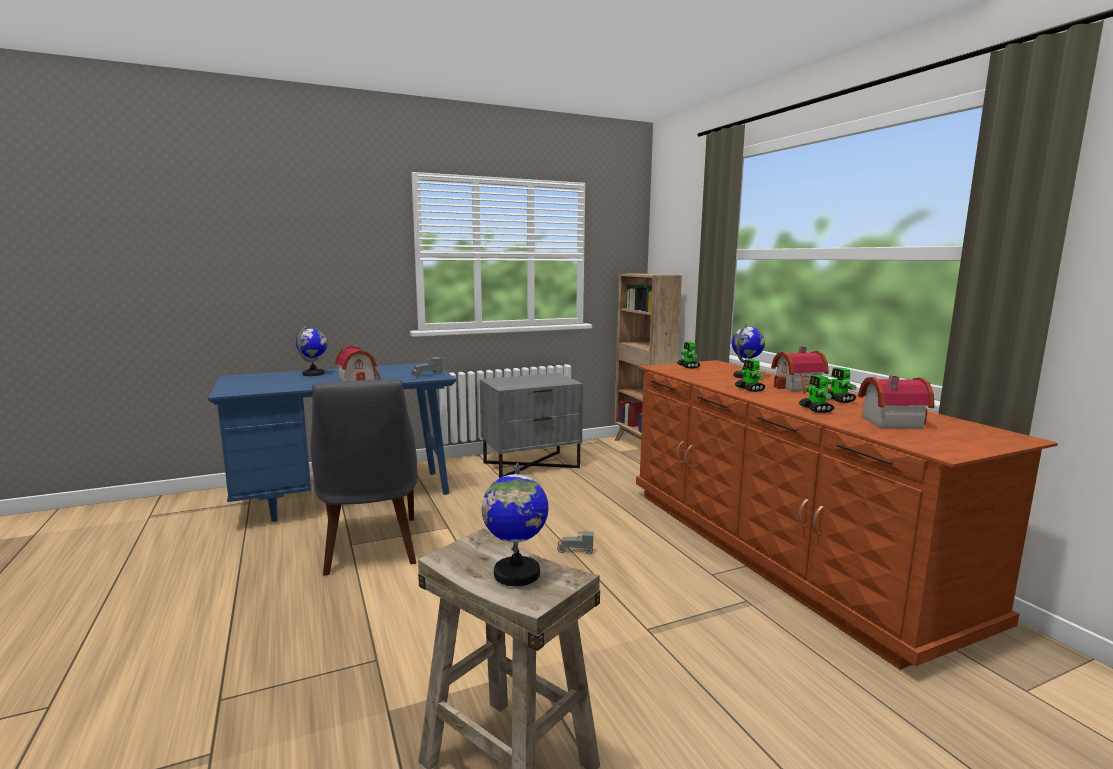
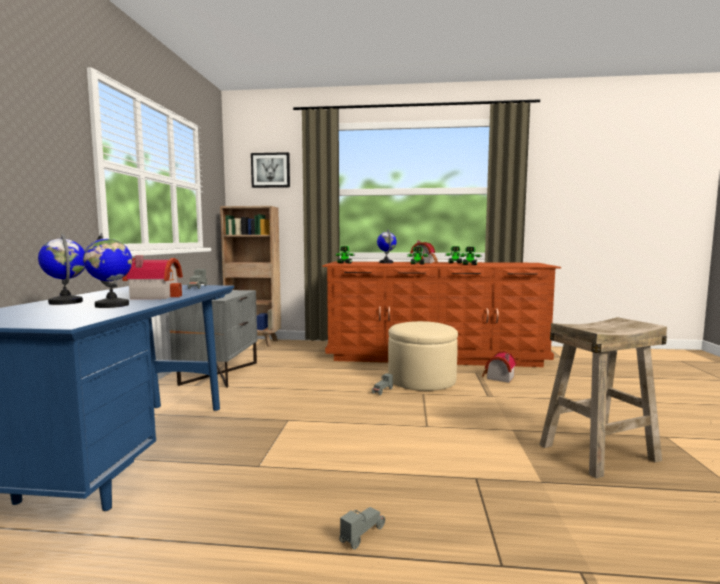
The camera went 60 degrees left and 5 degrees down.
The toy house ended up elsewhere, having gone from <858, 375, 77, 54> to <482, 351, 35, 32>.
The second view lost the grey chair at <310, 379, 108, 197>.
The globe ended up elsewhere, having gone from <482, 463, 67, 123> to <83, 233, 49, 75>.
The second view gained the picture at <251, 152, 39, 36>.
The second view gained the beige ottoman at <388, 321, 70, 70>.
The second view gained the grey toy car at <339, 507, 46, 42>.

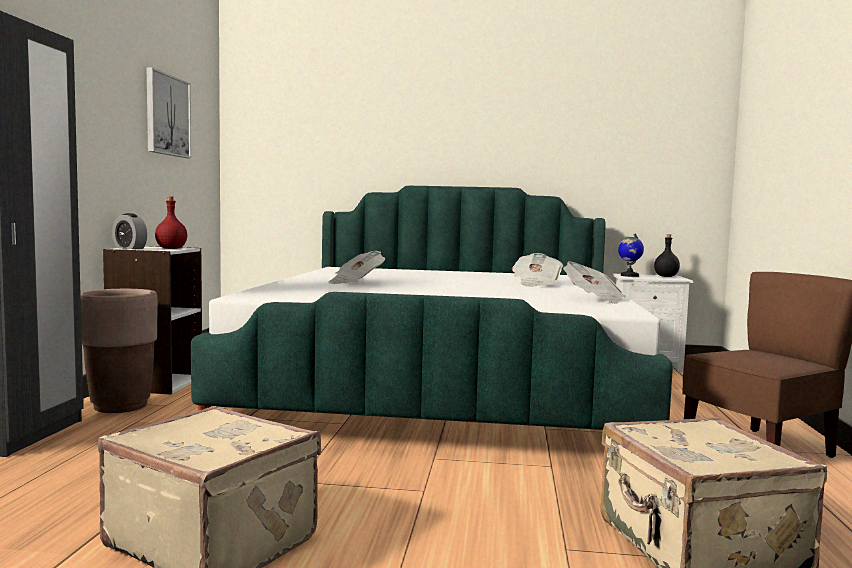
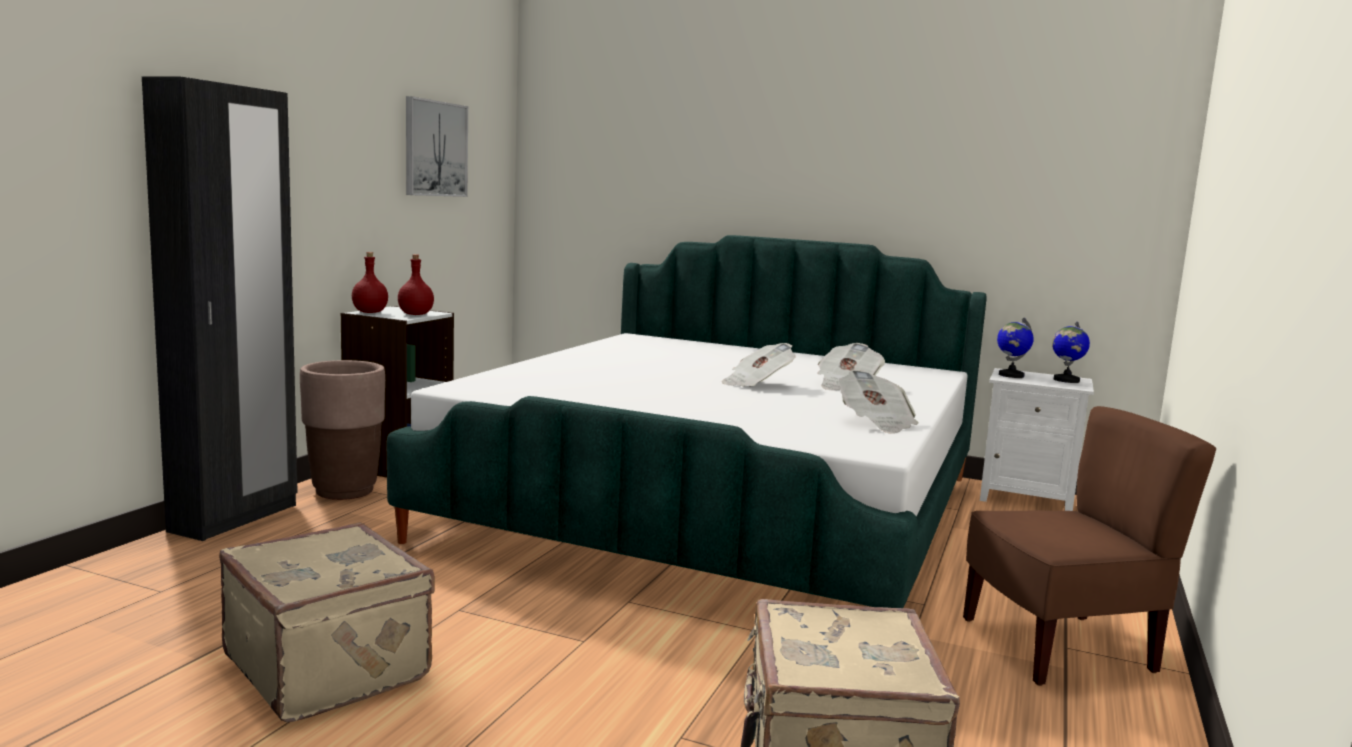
The camera went 15 degrees right and 5 degrees up.
Where the alarm clock stood at <112, 213, 35, 36>, the red bottle came to stand at <352, 252, 36, 61>.
Where the black bottle stood at <654, 234, 26, 43>, the globe came to stand at <1052, 321, 38, 62>.
The newspaper ended up elsewhere, having gone from <328, 251, 57, 33> to <722, 343, 73, 44>.

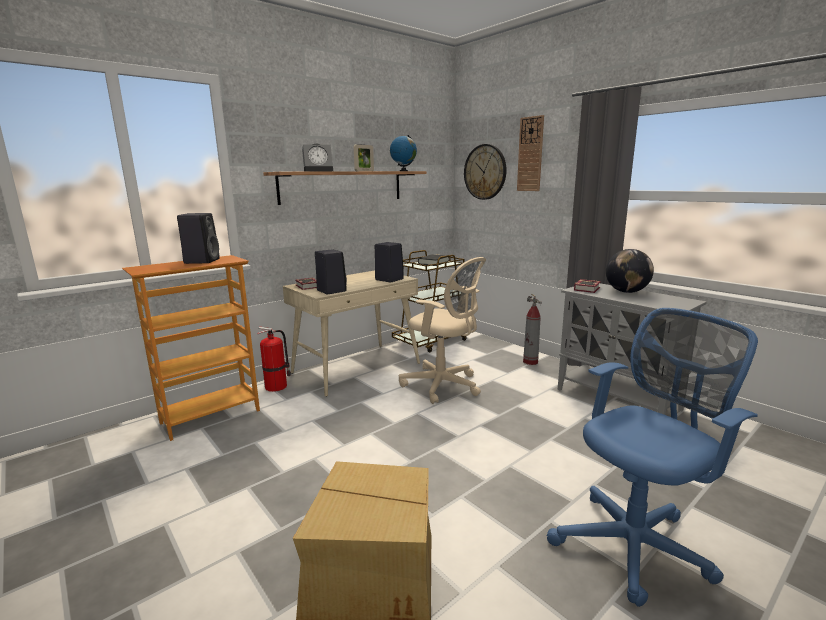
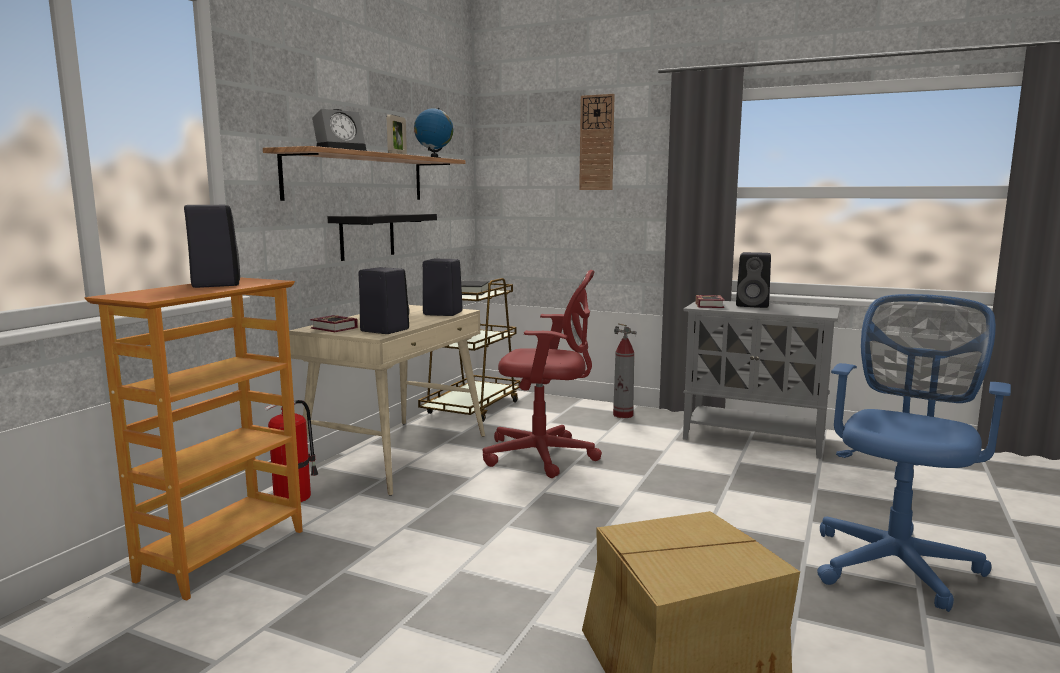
The camera went 25 degrees left and 5 degrees down.
The second view lost the wall clock at <464, 144, 43, 56>.
Where the globe stood at <606, 249, 48, 44>, the black speaker came to stand at <736, 252, 35, 56>.
What was the beige office chair at <399, 257, 87, 147> turned into the red office chair at <483, 270, 119, 208>.
The second view gained the black shelf at <328, 213, 109, 48>.

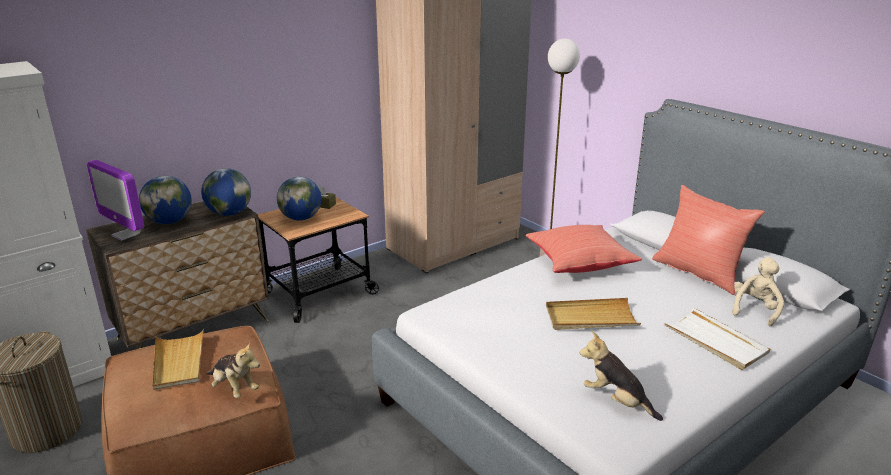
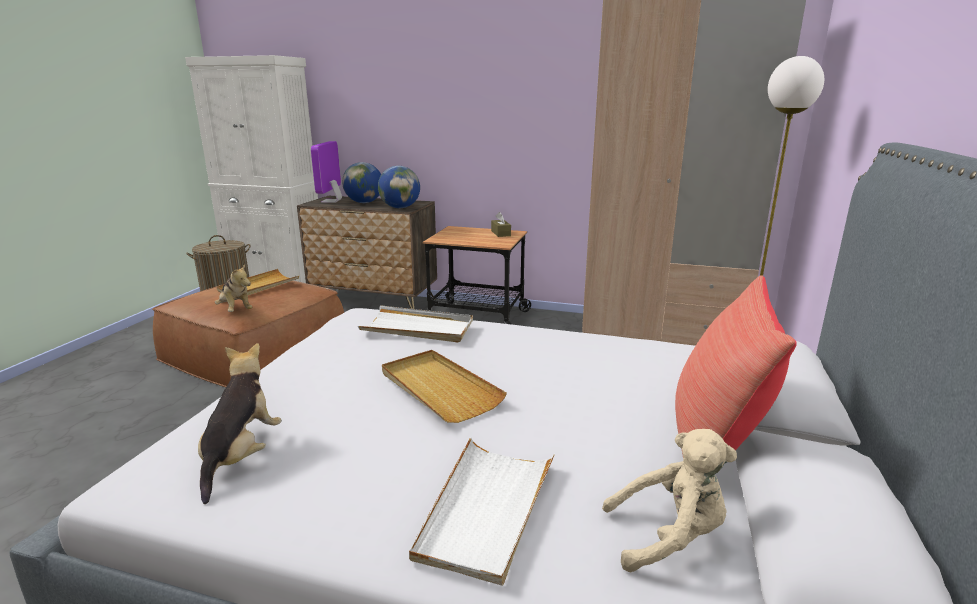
The camera went 55 degrees right and 5 degrees down.
The second view lost the globe at <277, 177, 45, 44>.
The second view lost the red pillow at <526, 225, 116, 48>.
The plush toy at <207, 342, 53, 56> ended up facing another way, 45 degrees counterclockwise from before.
The second view gained the white tray at <358, 305, 115, 37>.

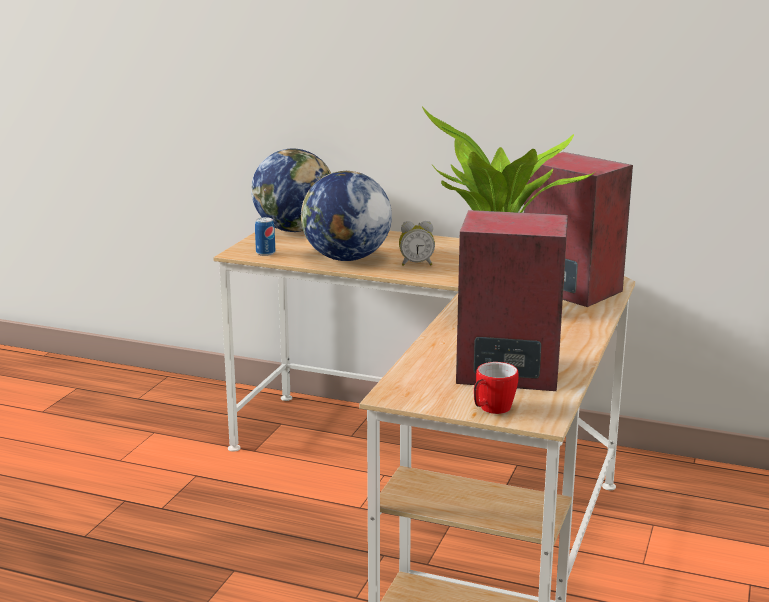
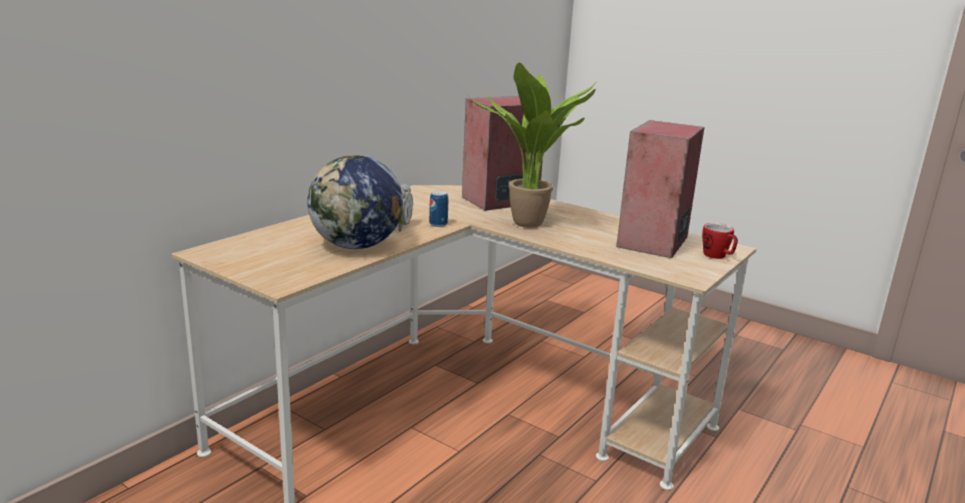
The camera went 75 degrees left and 0 degrees up.
The second view lost the globe at <251, 148, 80, 84>.
The can ended up elsewhere, having gone from <255, 217, 20, 39> to <429, 190, 19, 37>.

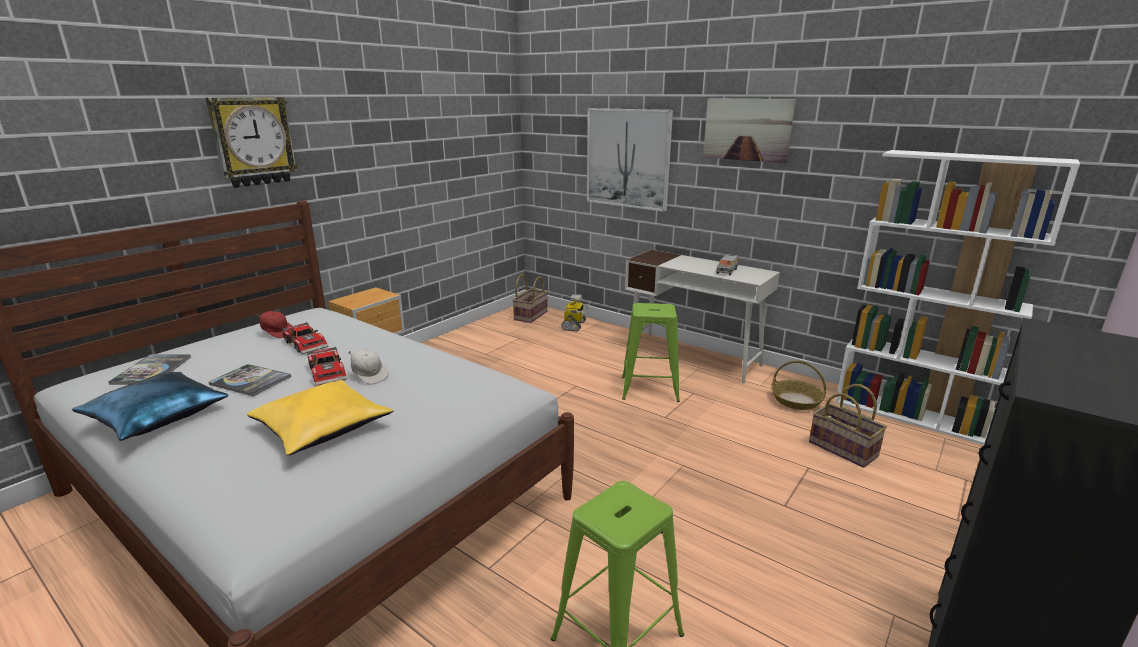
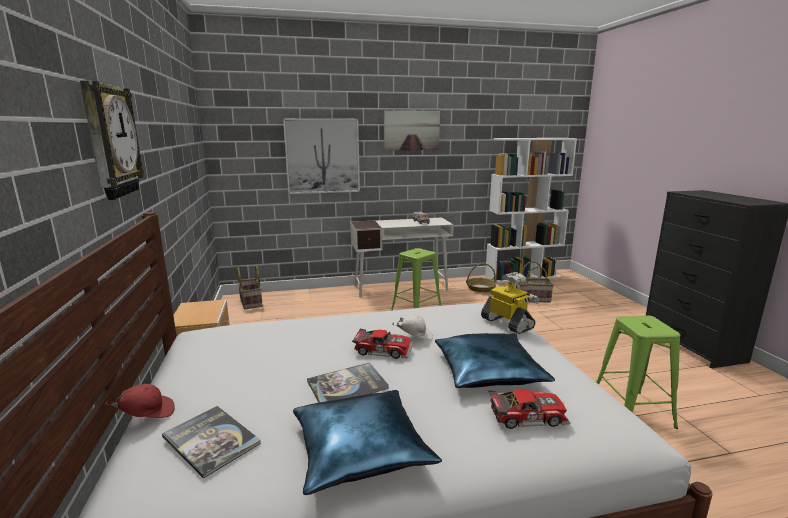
The camera went 50 degrees left and 5 degrees down.
The toy robot ended up elsewhere, having gone from <561, 294, 28, 37> to <481, 272, 58, 62>.
The red cap ended up elsewhere, having gone from <256, 311, 38, 27> to <104, 384, 71, 34>.
The toy car ended up elsewhere, having gone from <281, 322, 47, 32> to <488, 389, 82, 40>.
What was the yellow pillow at <247, 380, 147, 75> turned into the blue pillow at <435, 333, 120, 55>.

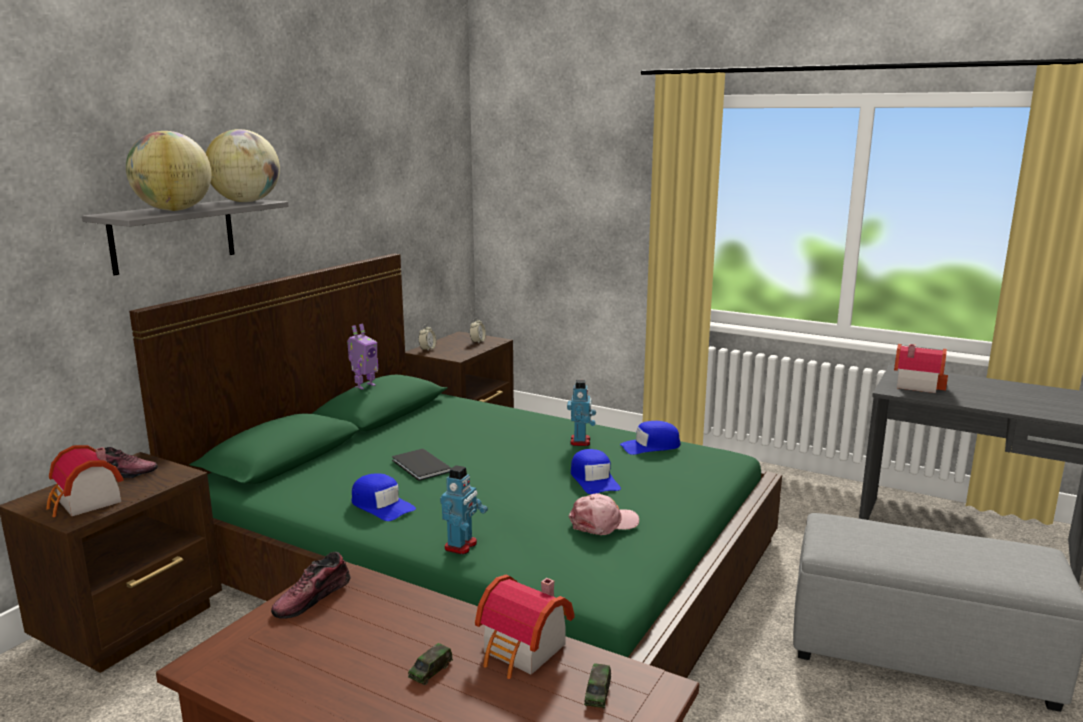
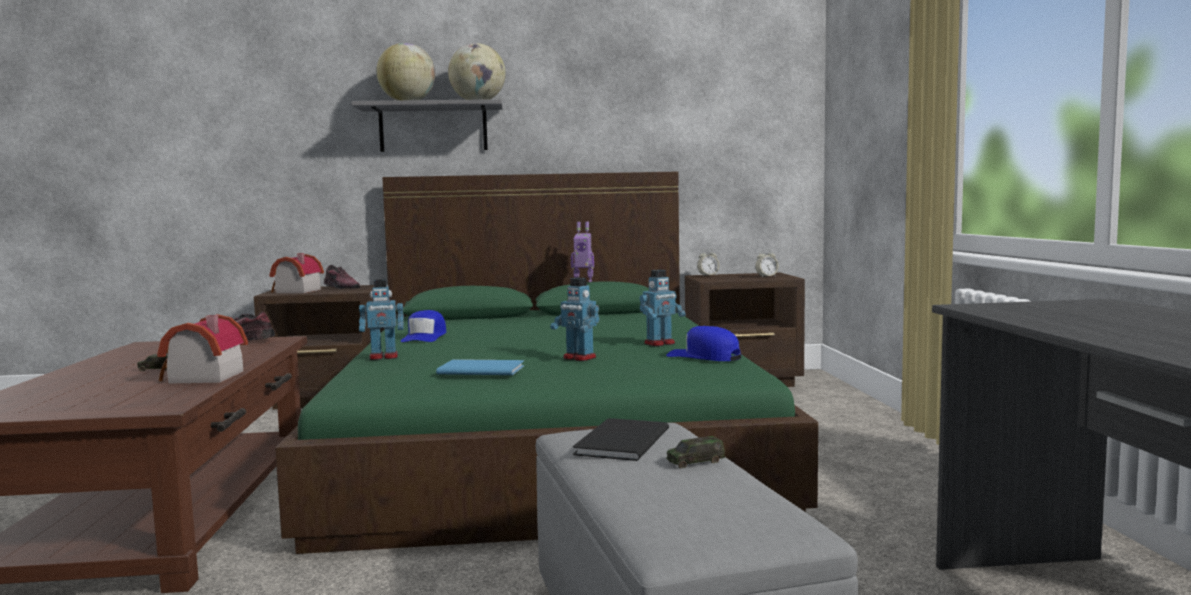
The camera went 55 degrees right and 10 degrees down.
The second view lost the toy house at <894, 344, 54, 49>.
The black book ended up elsewhere, having gone from <392, 449, 59, 32> to <573, 418, 96, 43>.
Where the blue cap stood at <571, 449, 50, 45>, the toy robot came to stand at <550, 277, 49, 84>.
Where the pink cap stood at <568, 493, 71, 42>, the blue book came to stand at <436, 359, 88, 16>.
The toy car ended up elsewhere, having gone from <584, 663, 27, 46> to <666, 436, 59, 32>.

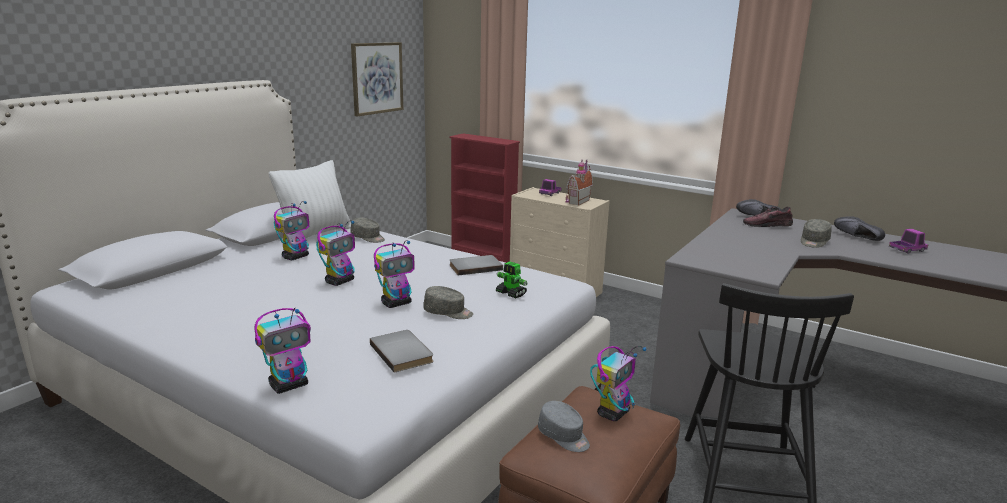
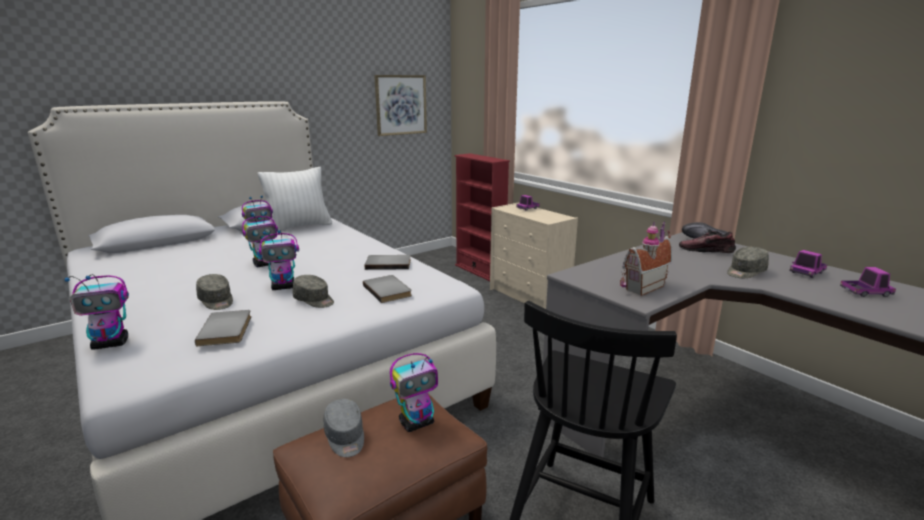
The camera went 20 degrees right and 0 degrees up.
The toy house ended up elsewhere, having gone from <565, 160, 28, 46> to <620, 222, 52, 74>.
Where the black shoe stood at <834, 216, 51, 25>, the toy truck came to stand at <790, 250, 38, 28>.
The grey cap ended up elsewhere, having gone from <350, 218, 35, 25> to <196, 274, 37, 36>.
Where the toy robot stood at <496, 261, 32, 38>, the grey book came to stand at <363, 275, 49, 28>.

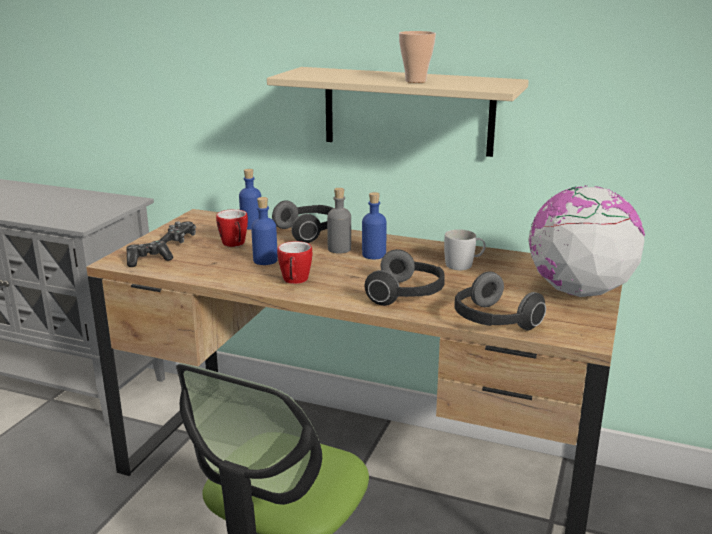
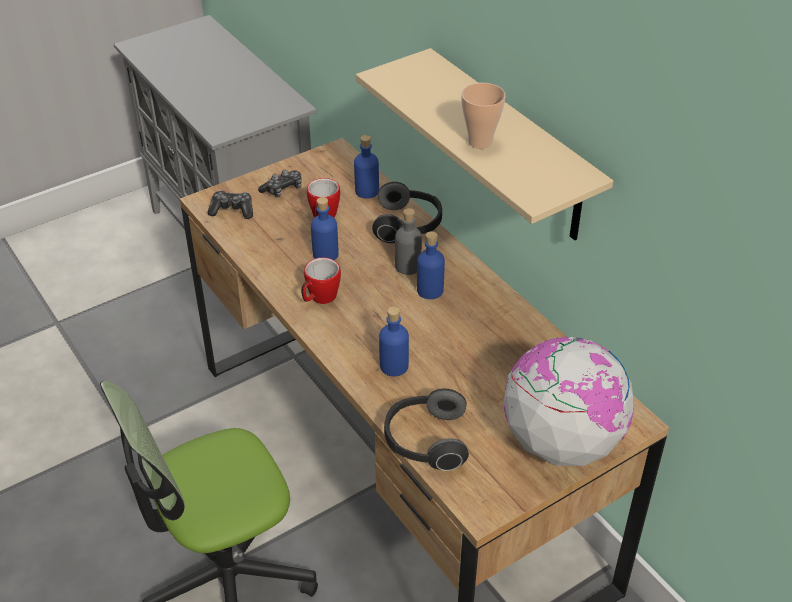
The camera went 35 degrees right and 20 degrees up.
The second view lost the white mug at <444, 229, 42, 41>.
Where the headphones stood at <365, 249, 80, 57>, the blue bottle came to stand at <379, 306, 30, 70>.

